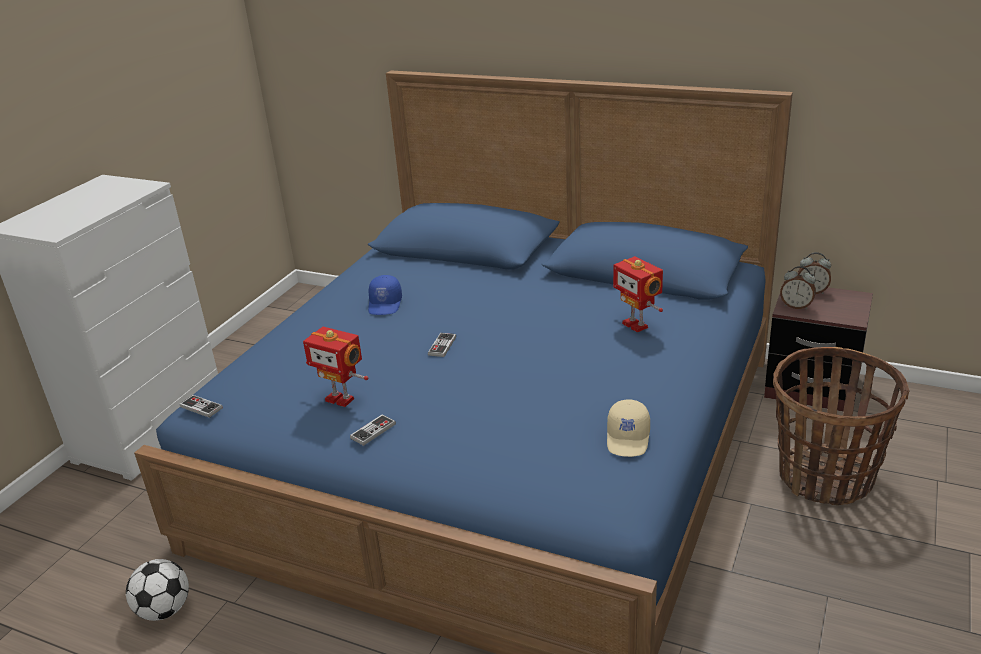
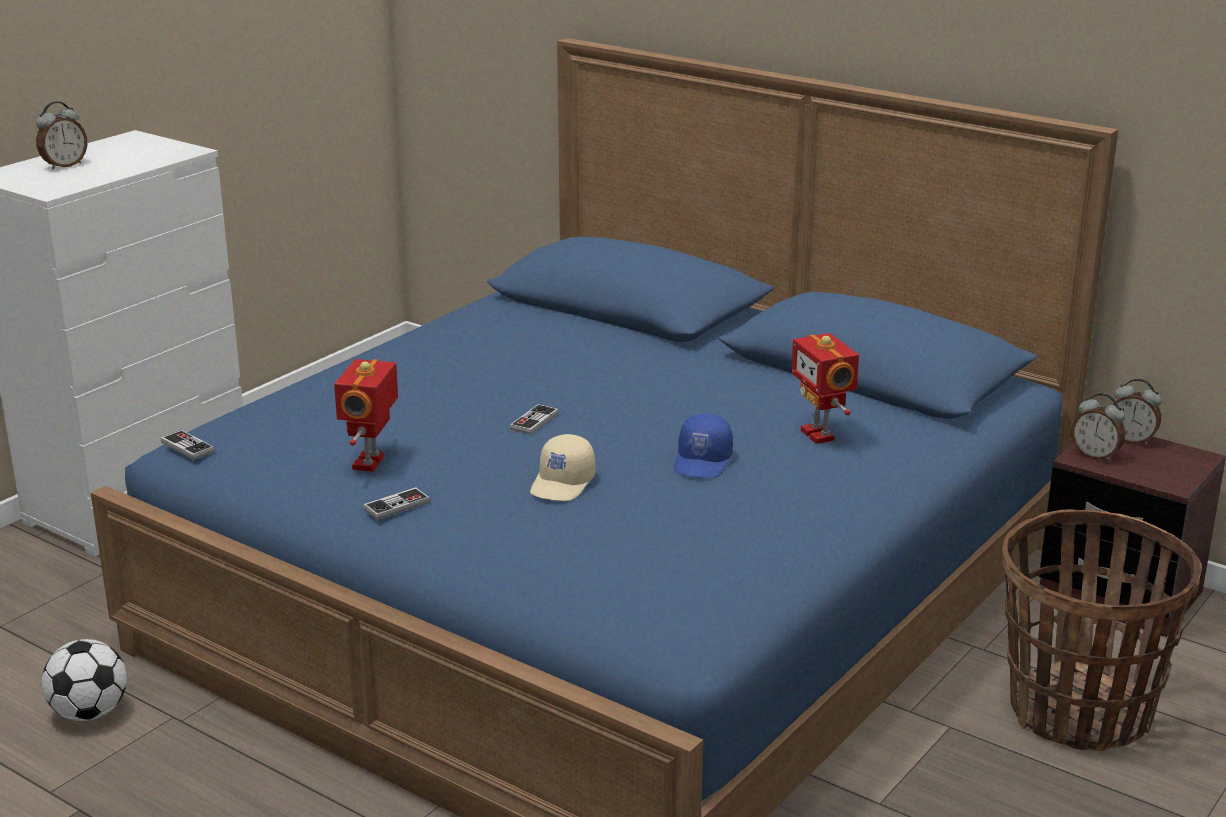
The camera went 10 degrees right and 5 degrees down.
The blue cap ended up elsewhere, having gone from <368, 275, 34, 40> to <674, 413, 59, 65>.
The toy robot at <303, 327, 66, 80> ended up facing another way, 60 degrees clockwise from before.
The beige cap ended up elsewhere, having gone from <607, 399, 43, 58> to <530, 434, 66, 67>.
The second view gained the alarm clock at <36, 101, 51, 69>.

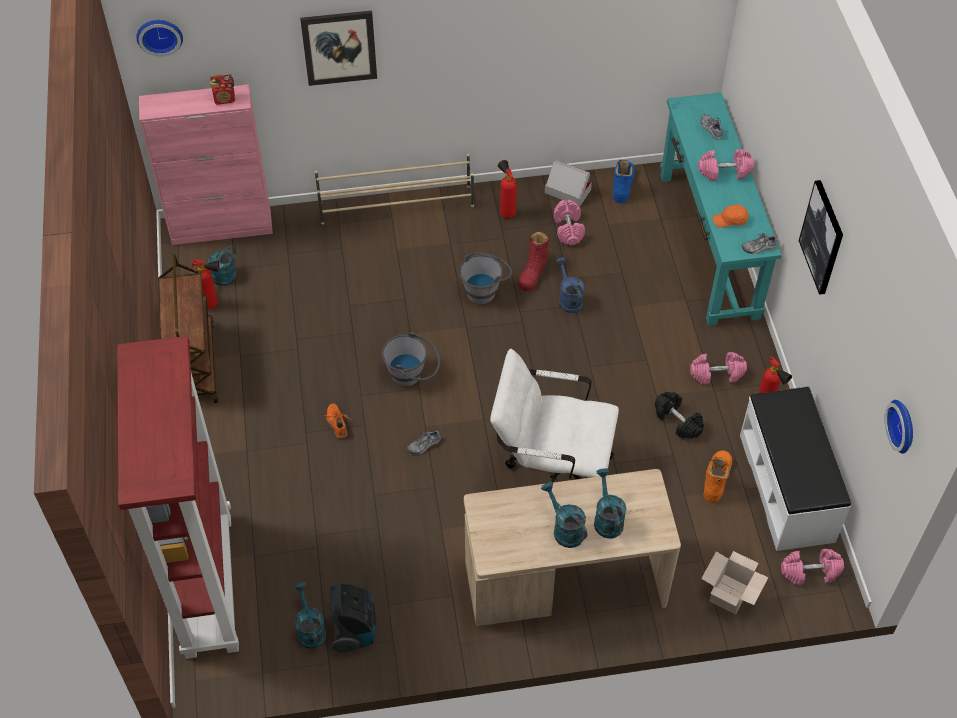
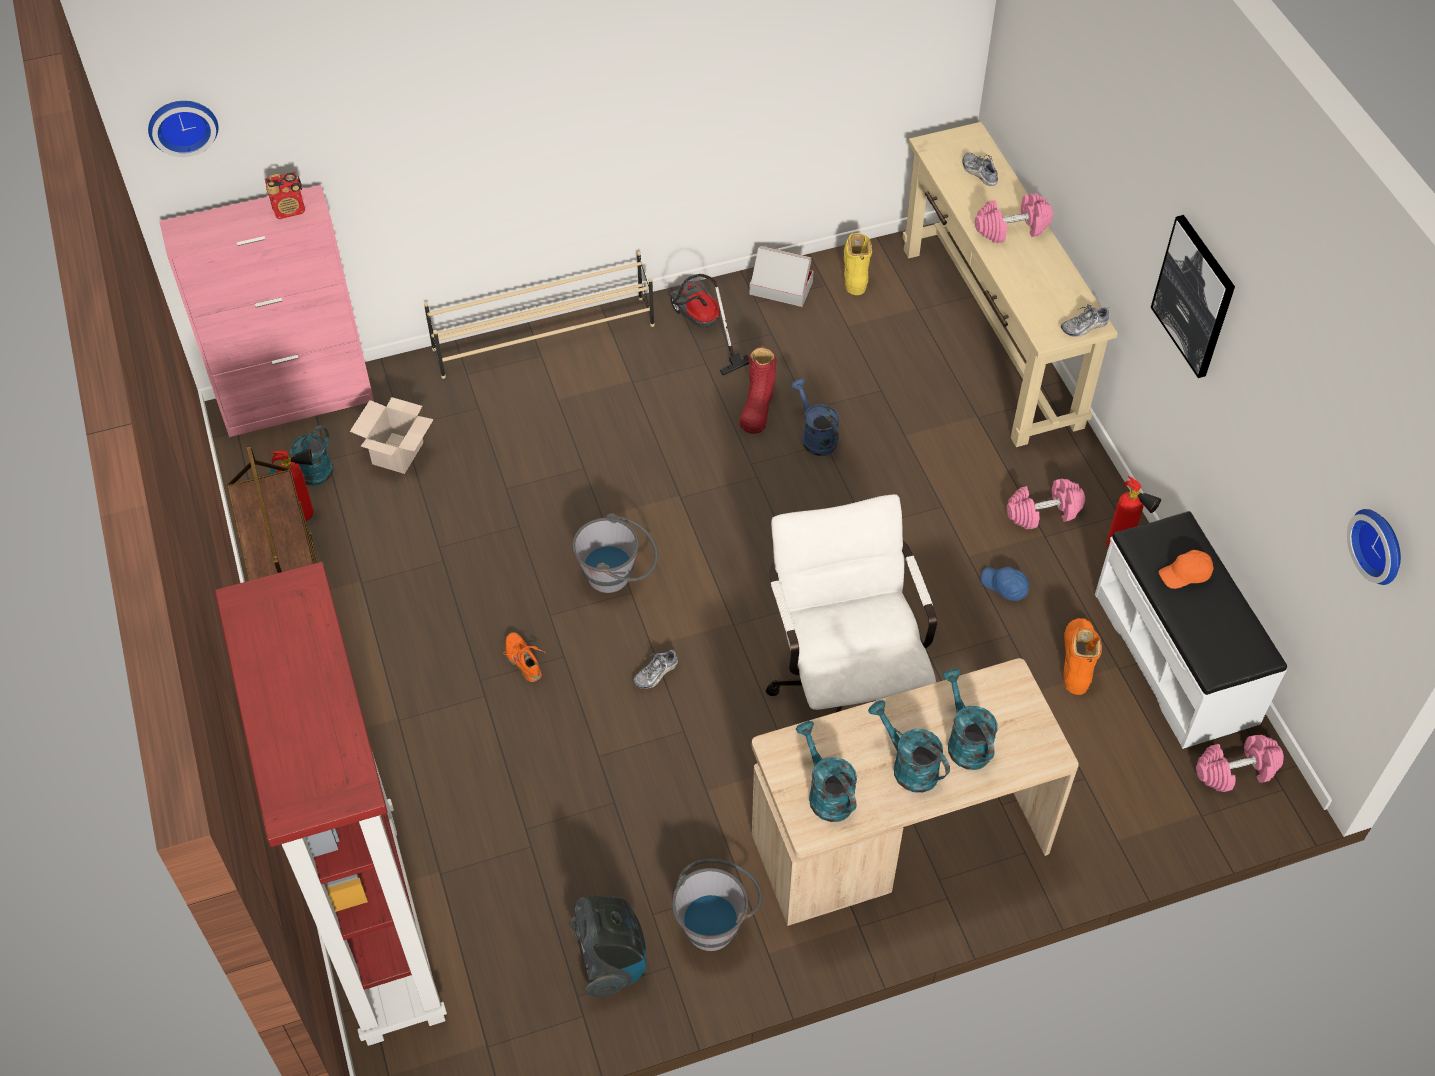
The camera went 10 degrees left and 0 degrees up.
The second view lost the picture at <300, 11, 77, 75>.
What was the turquoise console table at <660, 93, 122, 233> turned into the beige console table at <902, 122, 216, 325>.
Where the fire extinguisher stood at <498, 160, 19, 59>, the vacuum cleaner came to stand at <668, 274, 82, 101>.
What was the blue boot at <613, 160, 22, 44> turned into the yellow boot at <844, 233, 28, 62>.
The second view lost the pink dumbbell at <554, 199, 31, 46>.
The orange cap ended up elsewhere, having gone from <712, 204, 36, 24> to <1158, 550, 56, 39>.
The grey bucket ended up elsewhere, having gone from <459, 252, 53, 52> to <672, 859, 90, 92>.
The white office chair at <490, 349, 129, 134> ended up facing another way, 75 degrees clockwise from before.
Where the black dumbbell stood at <655, 392, 49, 47>, the blue cap came to stand at <981, 567, 48, 34>.
The cardboard box ended up elsewhere, having gone from <701, 551, 67, 64> to <350, 397, 84, 77>.
The turquoise watering can ended up elsewhere, having gone from <294, 582, 32, 67> to <796, 721, 61, 101>.

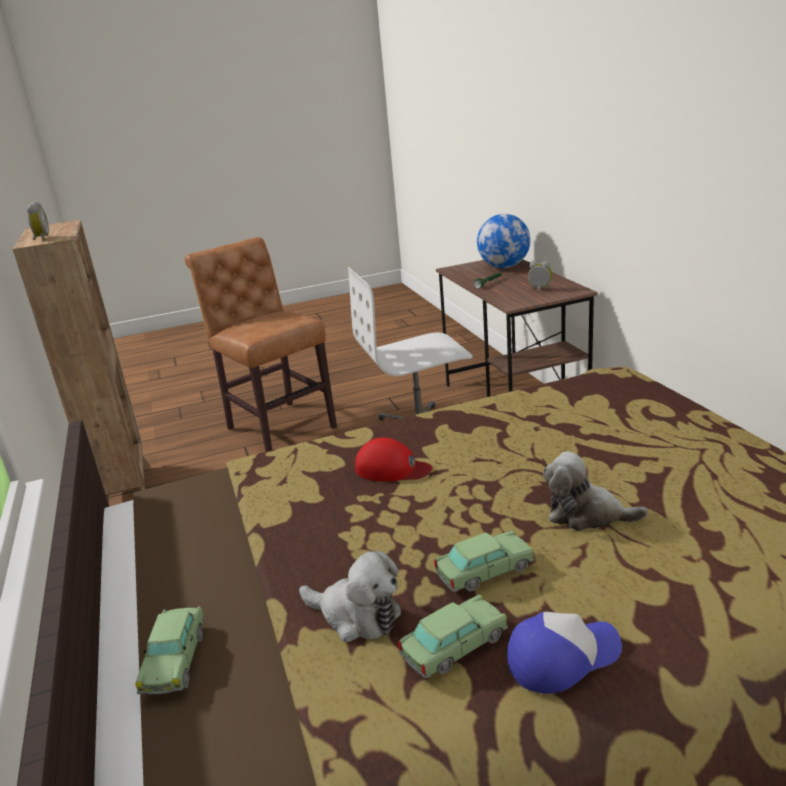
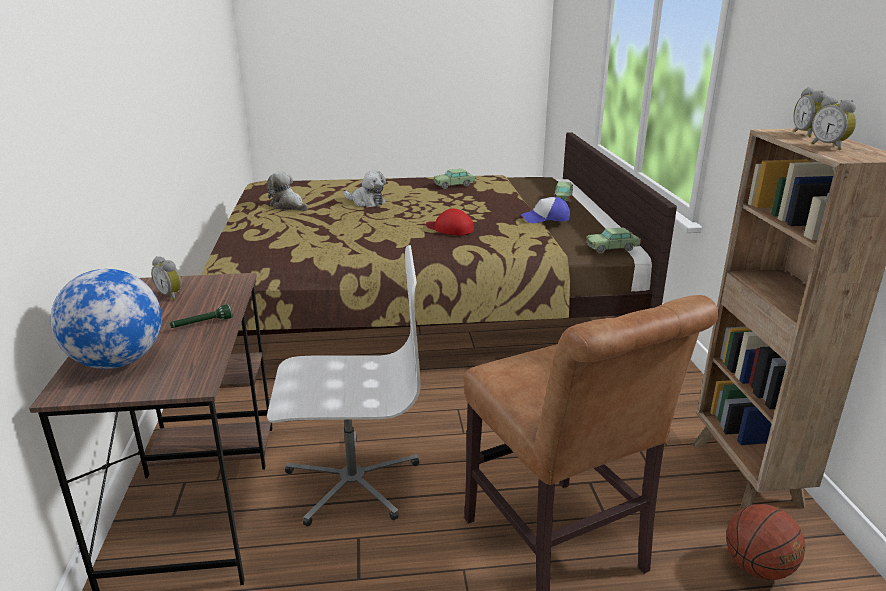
The camera went 170 degrees left and 0 degrees up.
The toy car ended up elsewhere, having gone from <434, 530, 100, 62> to <586, 228, 55, 26>.
The plush toy ended up elsewhere, having gone from <299, 551, 102, 91> to <267, 171, 41, 40>.
The cap ended up elsewhere, having gone from <507, 612, 115, 82> to <521, 197, 49, 26>.
The second view gained the alarm clock at <812, 96, 44, 54>.
The second view gained the basketball at <726, 504, 79, 76>.

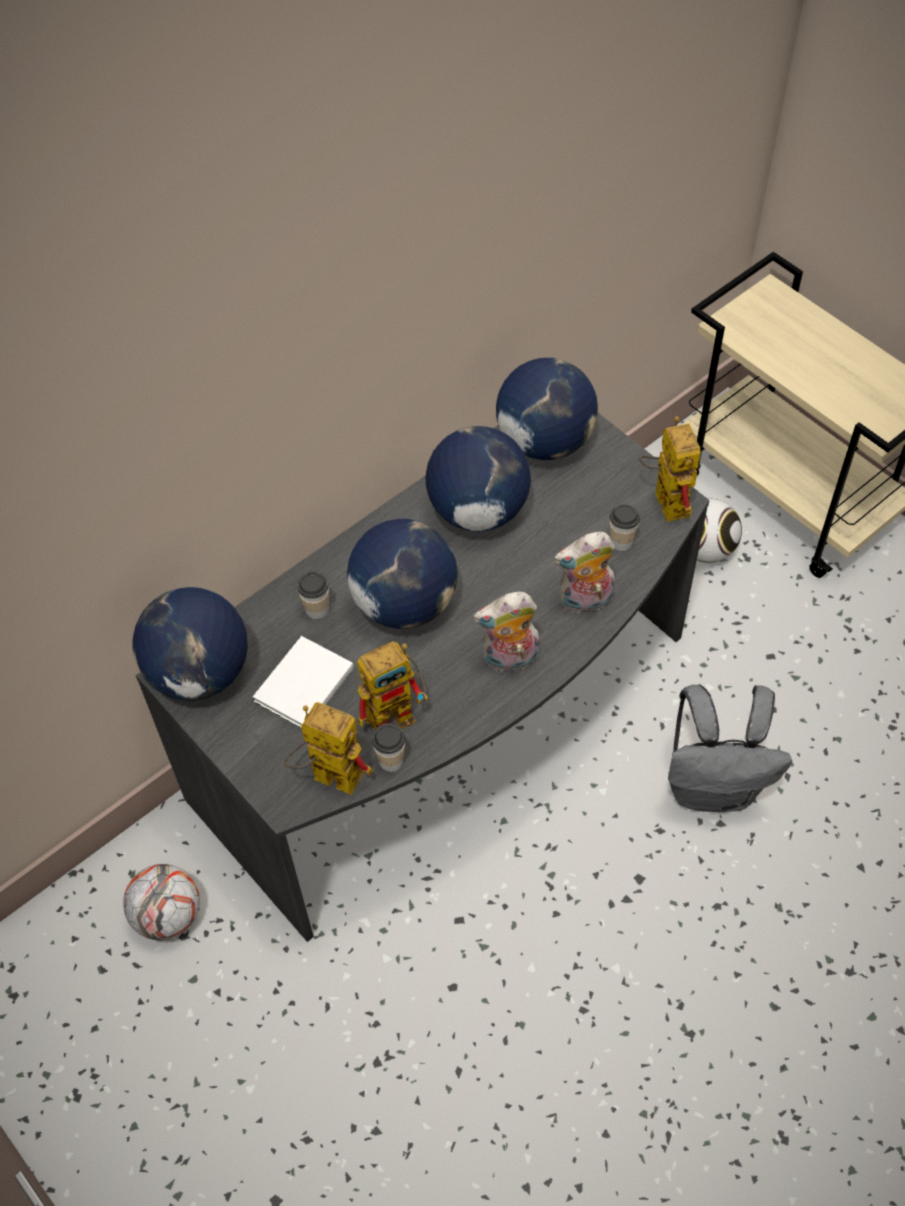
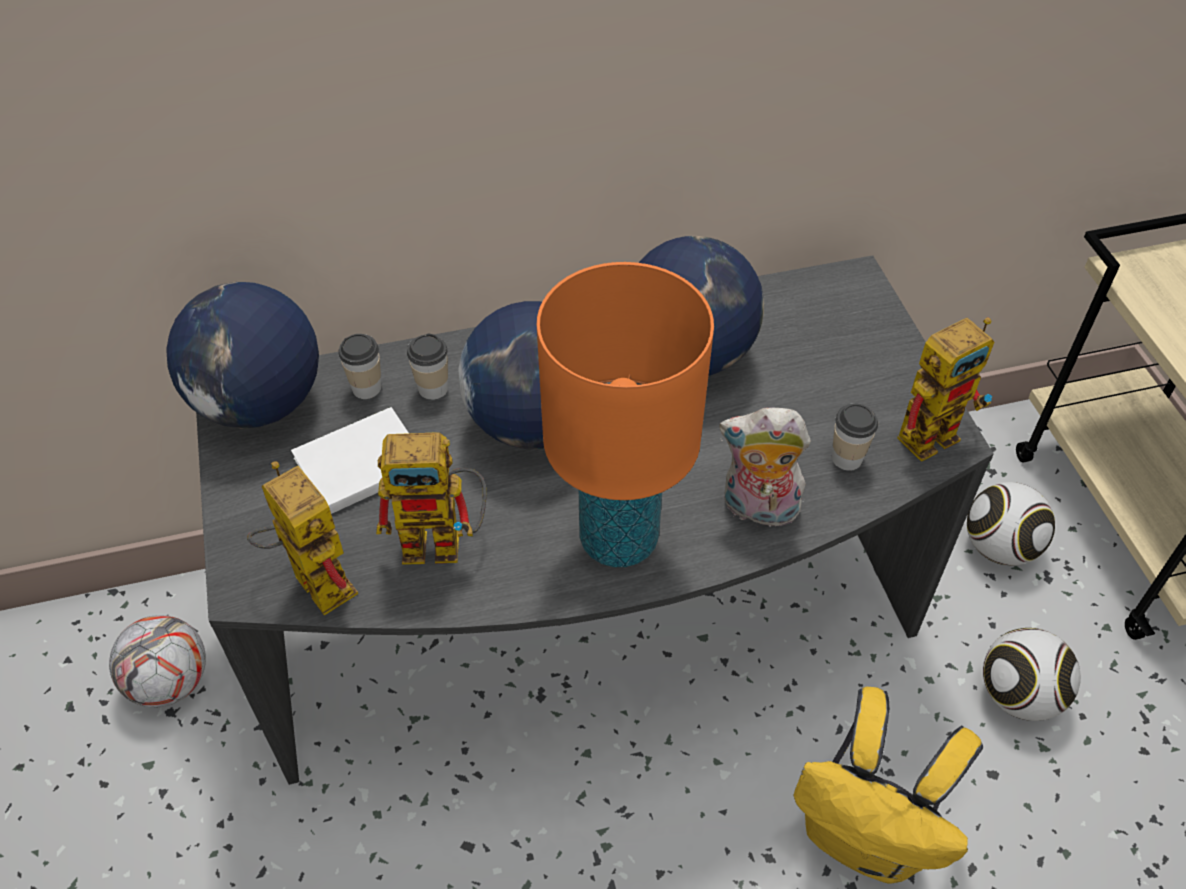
The camera went 25 degrees right and 5 degrees down.
The second view lost the globe at <496, 358, 102, 102>.
The toy robot at <639, 416, 62, 106> ended up facing another way, 45 degrees clockwise from before.
Where the plush toy stood at <473, 592, 66, 80>, the orange table lamp came to stand at <537, 262, 177, 305>.
What was the grey backpack at <668, 684, 124, 128> turned into the yellow backpack at <794, 687, 189, 197>.
The cup ended up elsewhere, having gone from <372, 723, 33, 49> to <338, 334, 43, 65>.
The second view gained the football at <983, 628, 98, 93>.

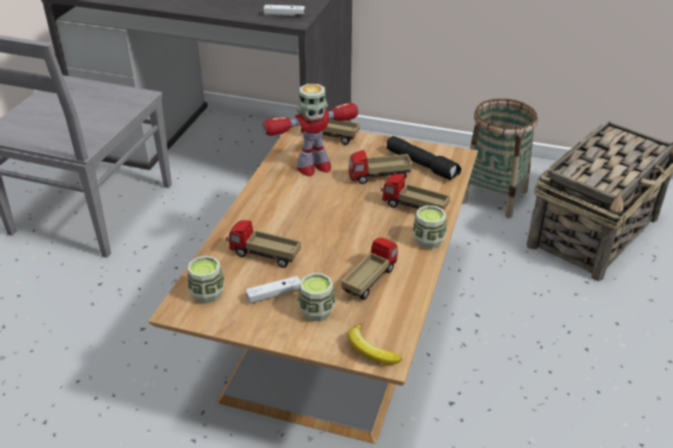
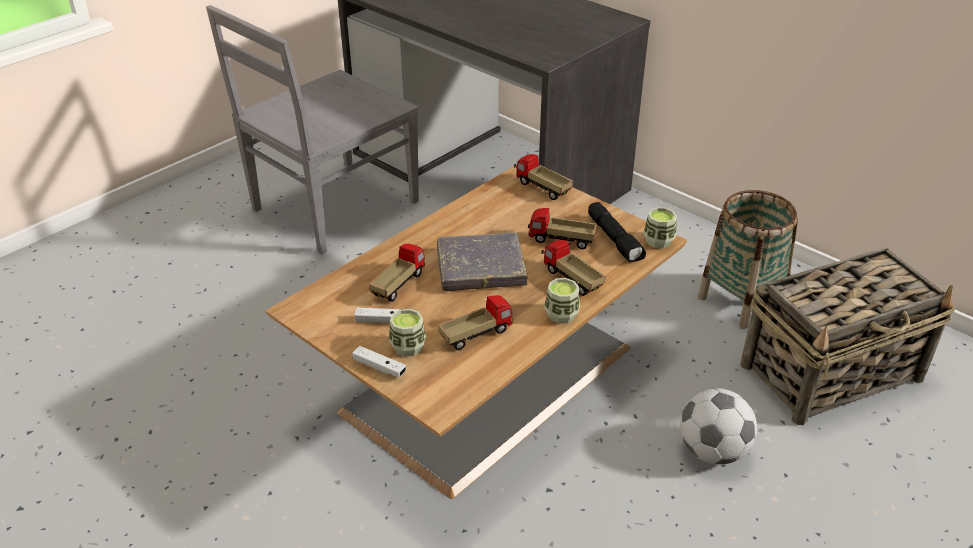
The camera went 25 degrees right and 0 degrees up.
The white game controller ended up elsewhere, having gone from <263, 5, 42, 11> to <352, 346, 54, 32>.
The second view lost the toy robot at <263, 84, 95, 93>.
The toy truck at <226, 220, 75, 48> ended up facing another way, 75 degrees clockwise from before.
The cup ended up elsewhere, having gone from <188, 256, 37, 47> to <643, 207, 34, 42>.
The second view lost the banana at <348, 323, 54, 42>.
The second view gained the grey book at <437, 232, 91, 59>.
The second view gained the football at <680, 388, 77, 76>.

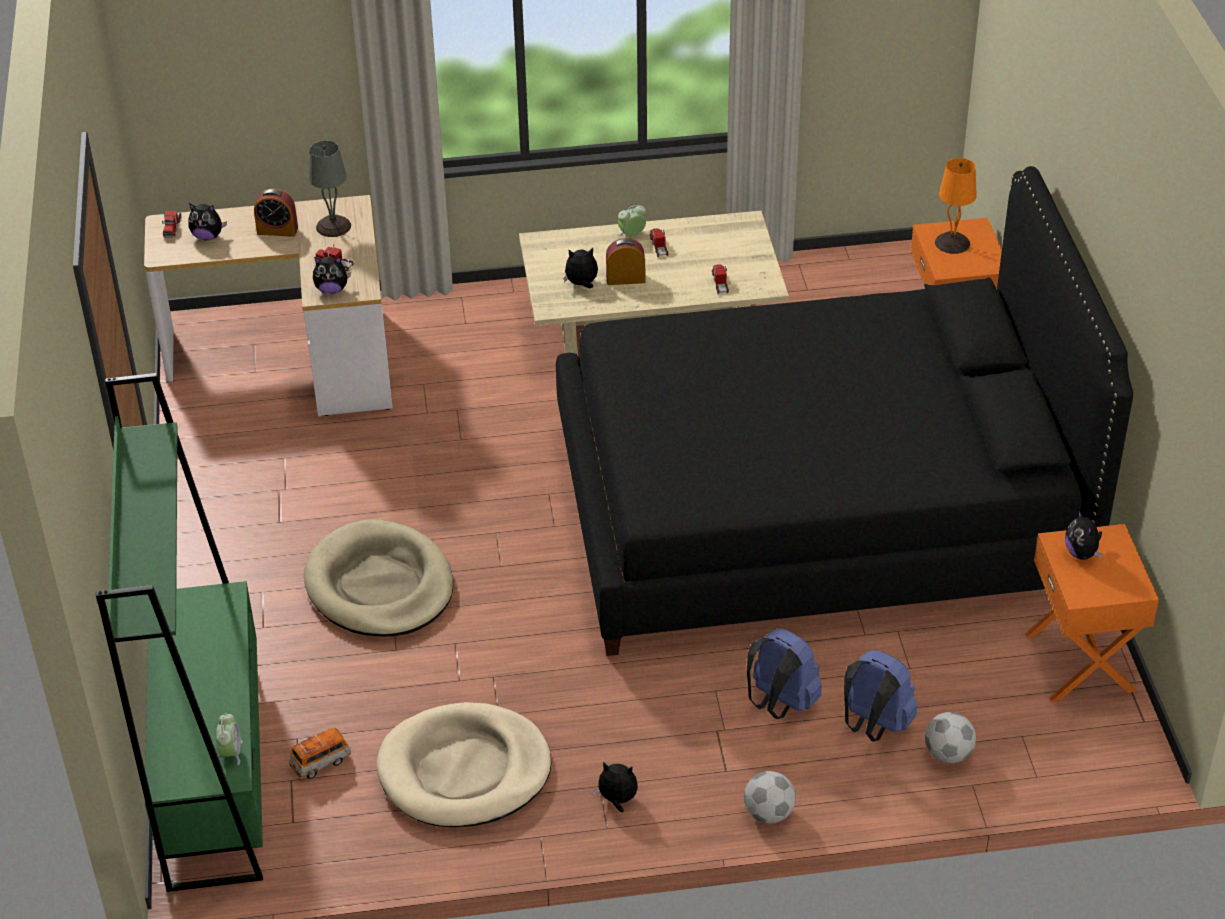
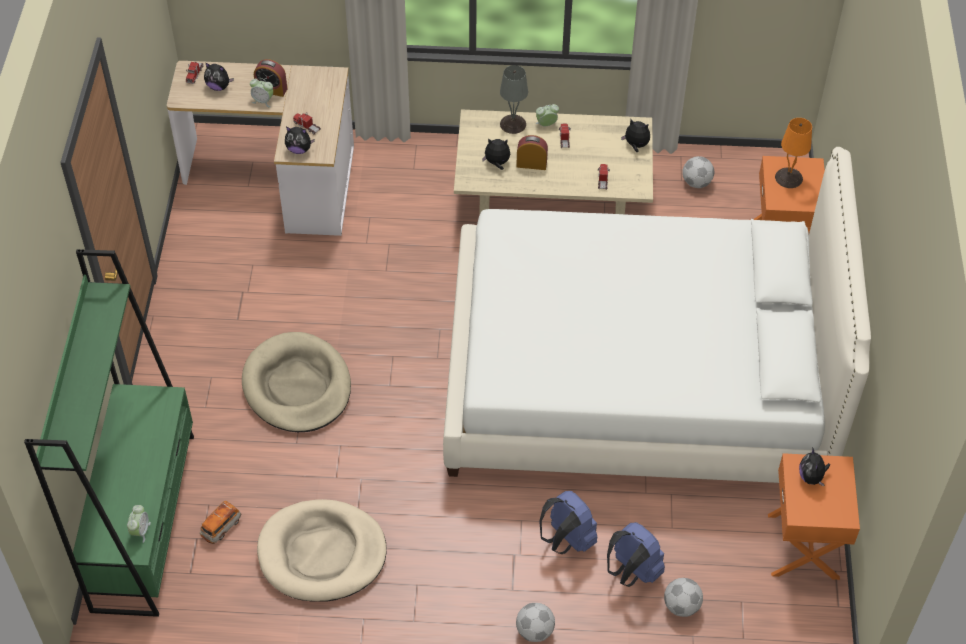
The camera went 10 degrees right and 10 degrees up.
The grey table lamp ended up elsewhere, having gone from <309, 141, 42, 96> to <500, 65, 28, 69>.
What was the black bed at <556, 166, 577, 490> turned into the white bed at <443, 147, 428, 336>.
The toy car at <289, 728, 62, 51> ended up facing another way, 150 degrees clockwise from before.
The plush toy ended up elsewhere, having gone from <593, 762, 45, 50> to <621, 119, 29, 33>.
The second view gained the alarm clock at <250, 78, 23, 30>.
The second view gained the football at <682, 156, 32, 32>.

